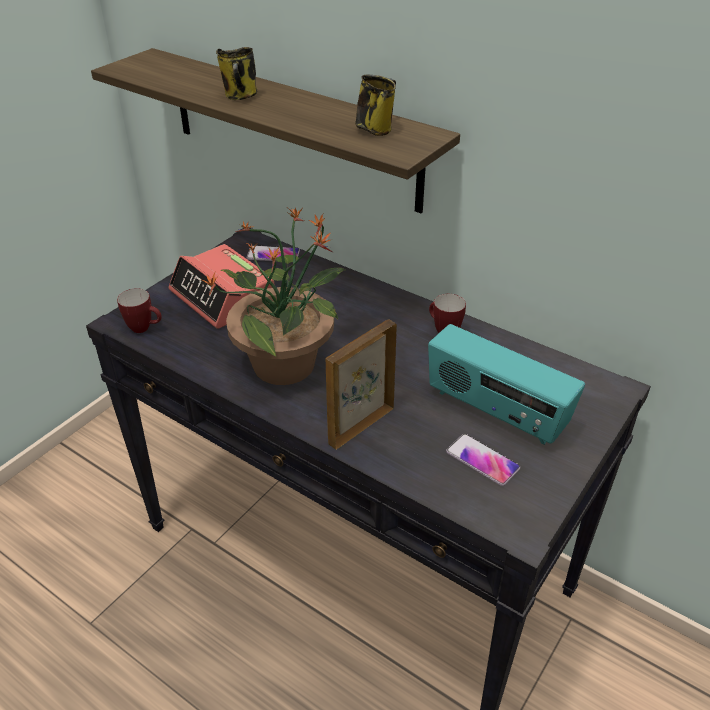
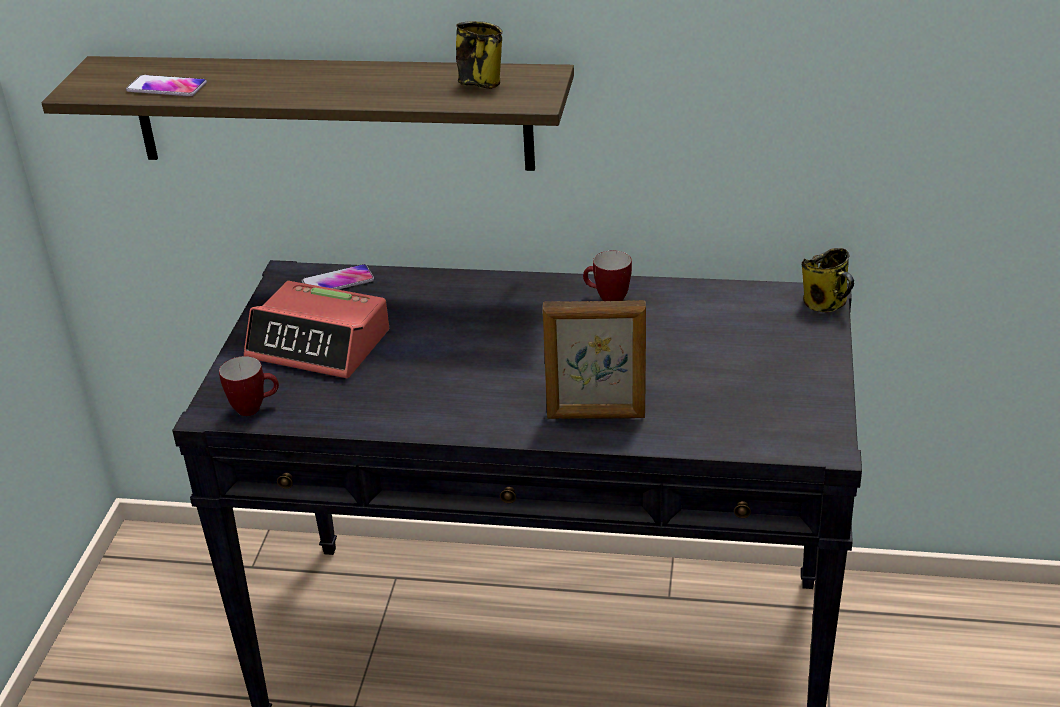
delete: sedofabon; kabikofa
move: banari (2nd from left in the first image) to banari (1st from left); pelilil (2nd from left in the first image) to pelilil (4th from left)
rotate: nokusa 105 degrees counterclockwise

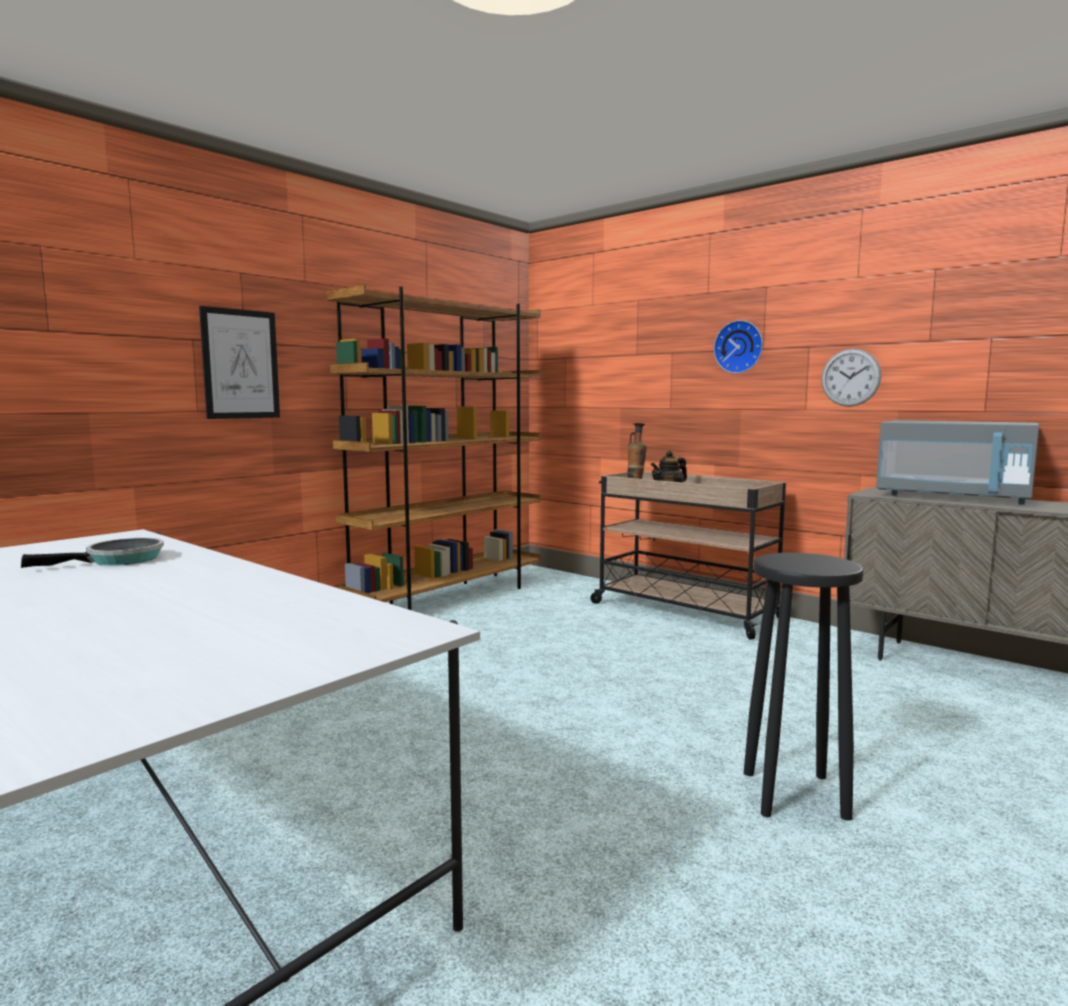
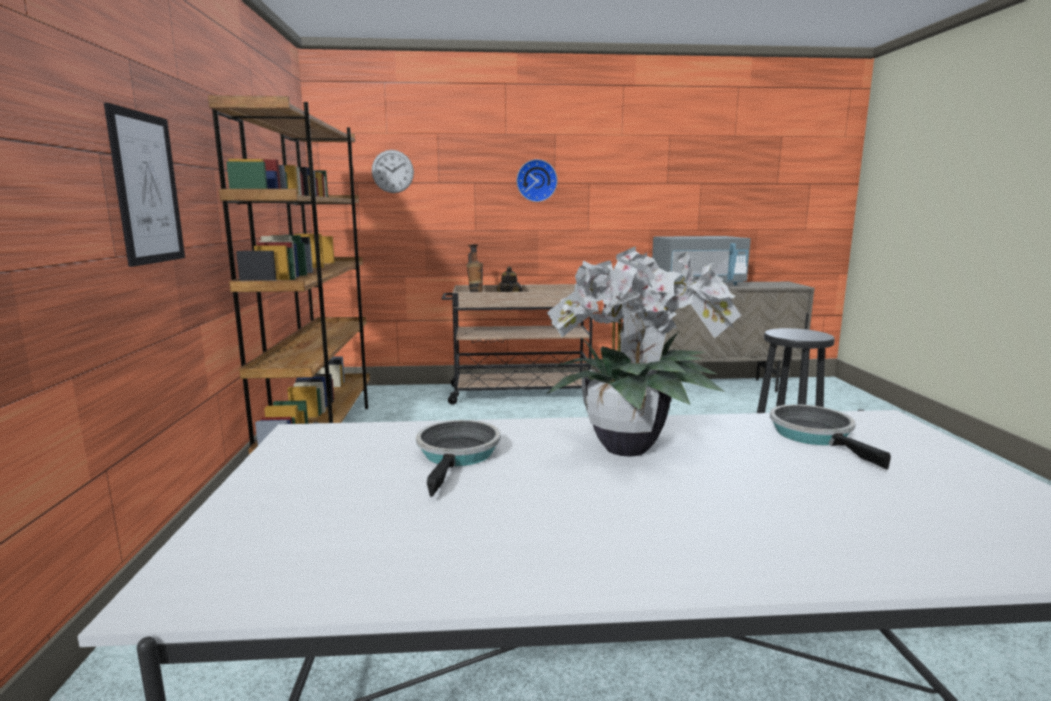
insert: sedofabon; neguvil (2nd from left)
move: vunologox (2nd from left in the first image) to vunologox (1st from left)

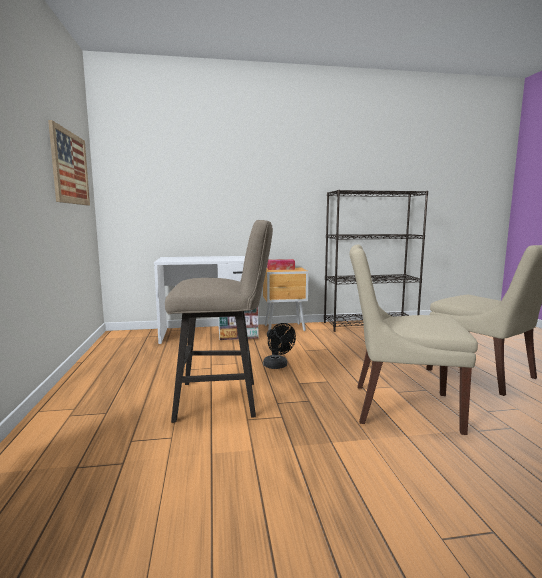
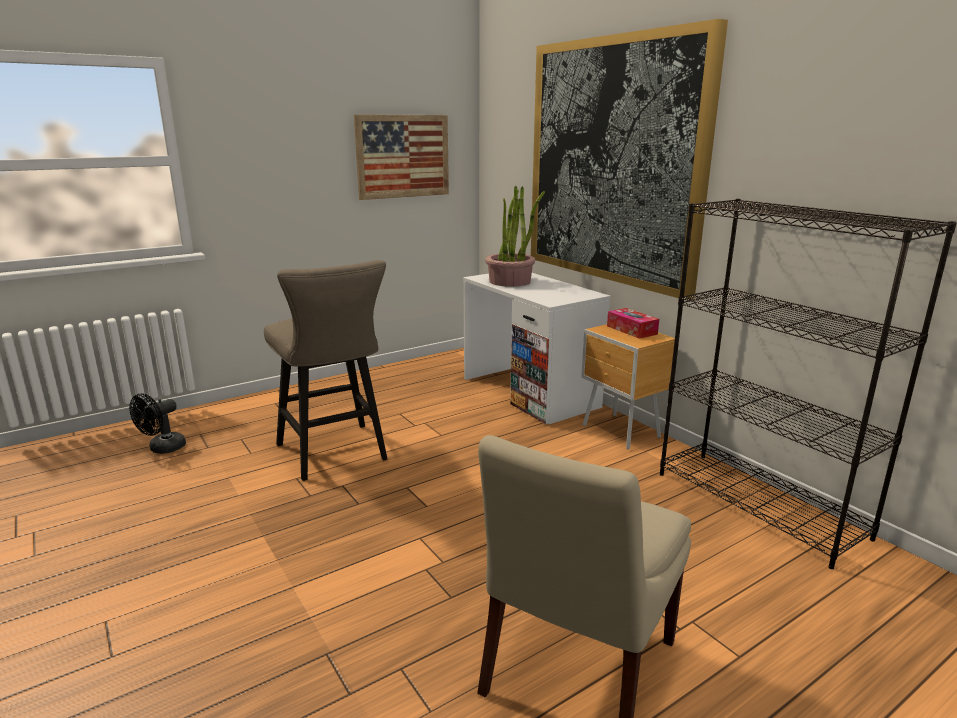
delete: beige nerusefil (1st from left)
insert: sedofabon; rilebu (2nd from left)
move: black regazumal

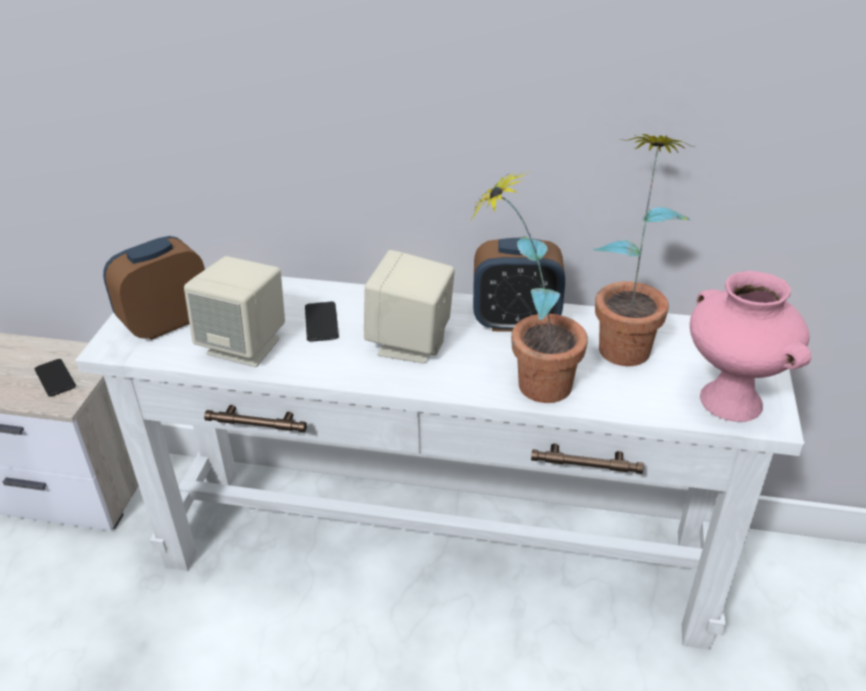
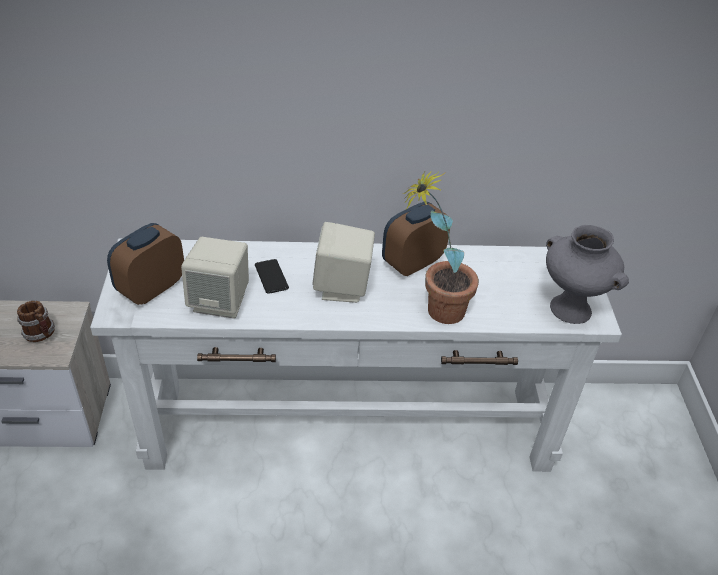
delete: sedofabon (2nd from left)
replace: banari (1st from left) to pelilil
recolor: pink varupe to grey varupe
rotate: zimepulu (2nd from left) 150 degrees clockwise

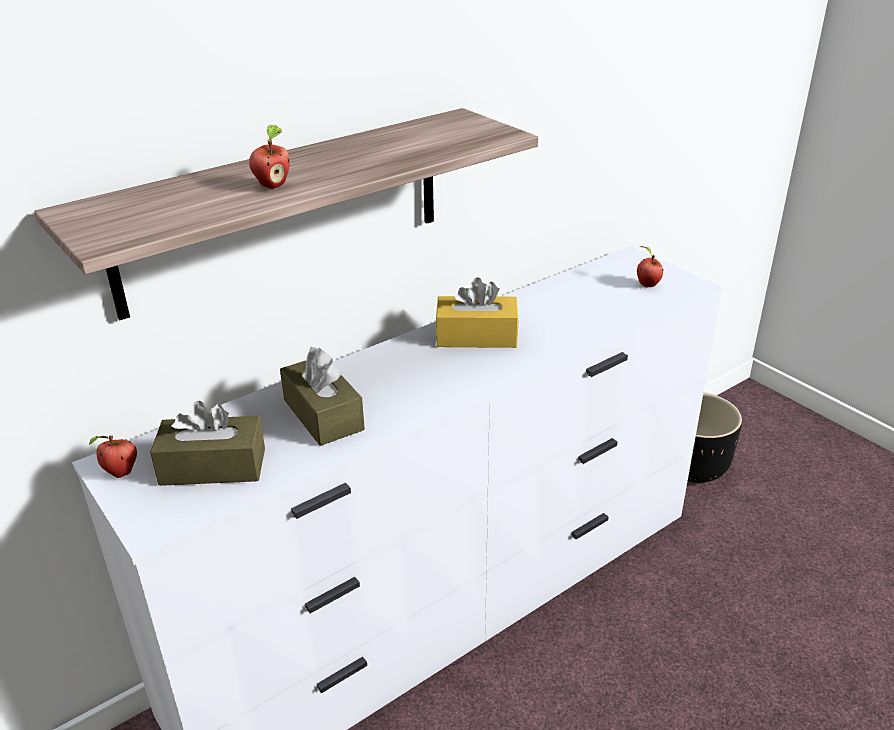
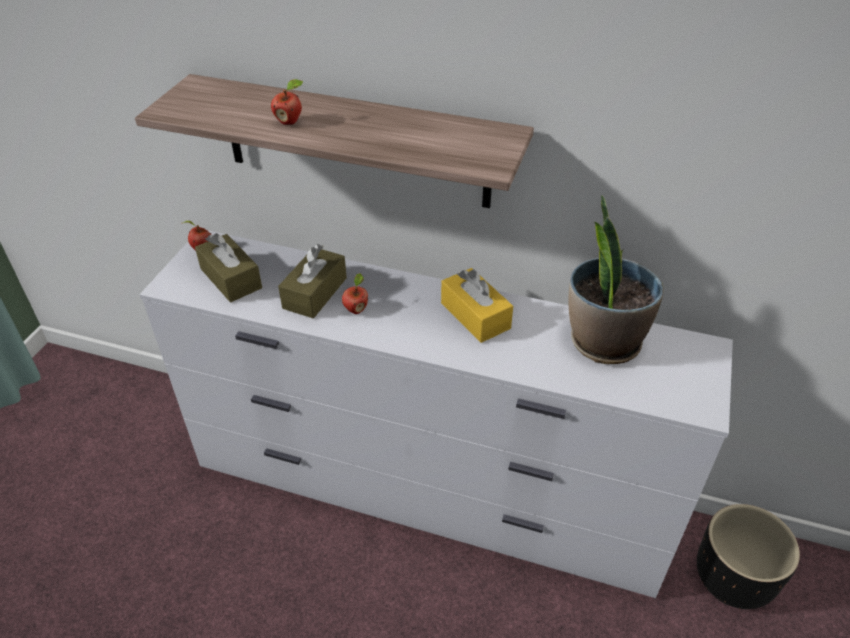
insert: sedofabon
move: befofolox (3rd from left)

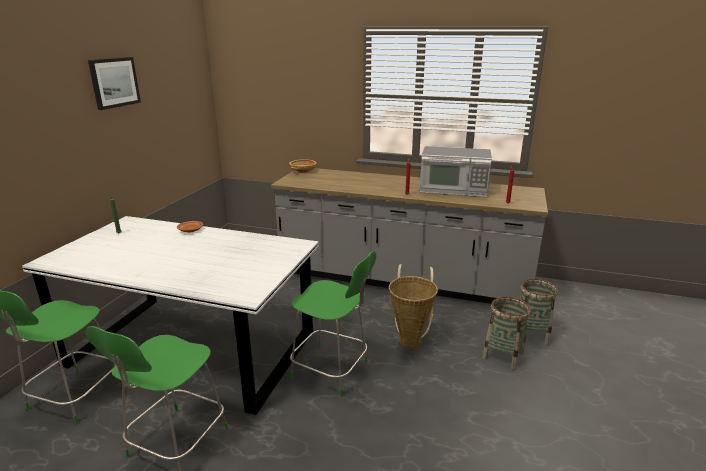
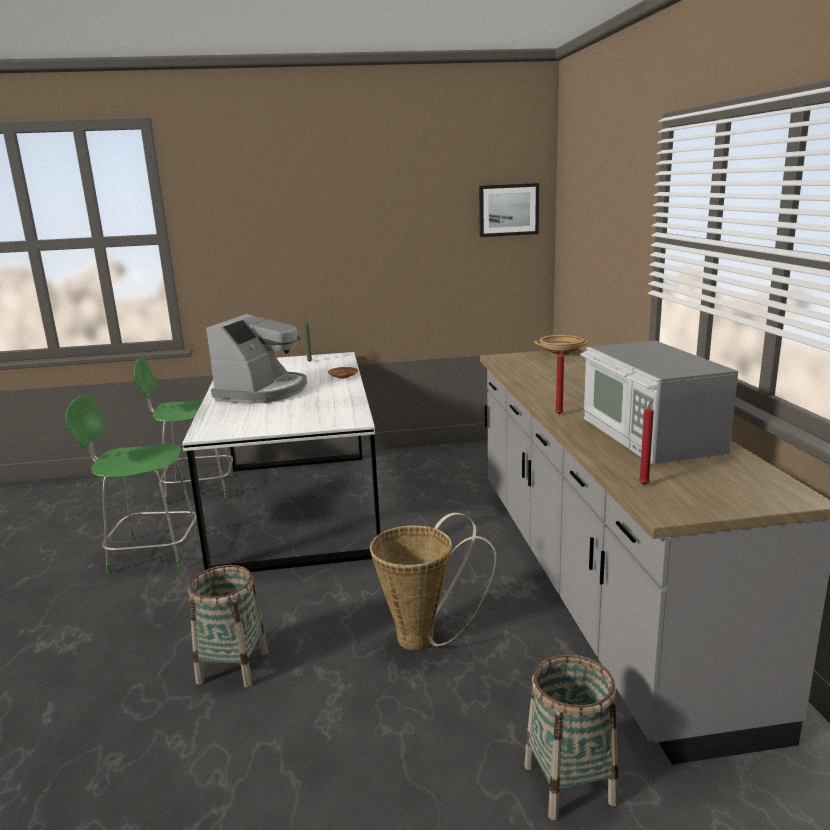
delete: green nerusefil (3rd from left)
insert: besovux
move: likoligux (2nd from left in the first image) to likoligux (1st from left); rilebu

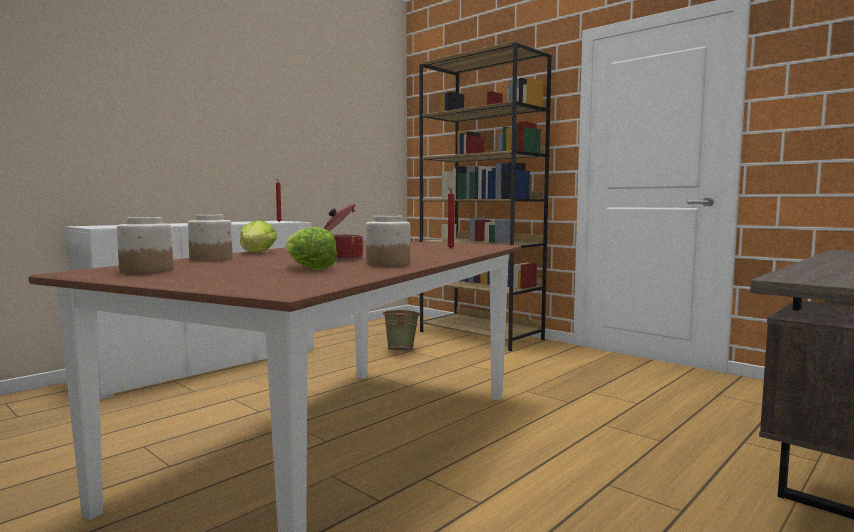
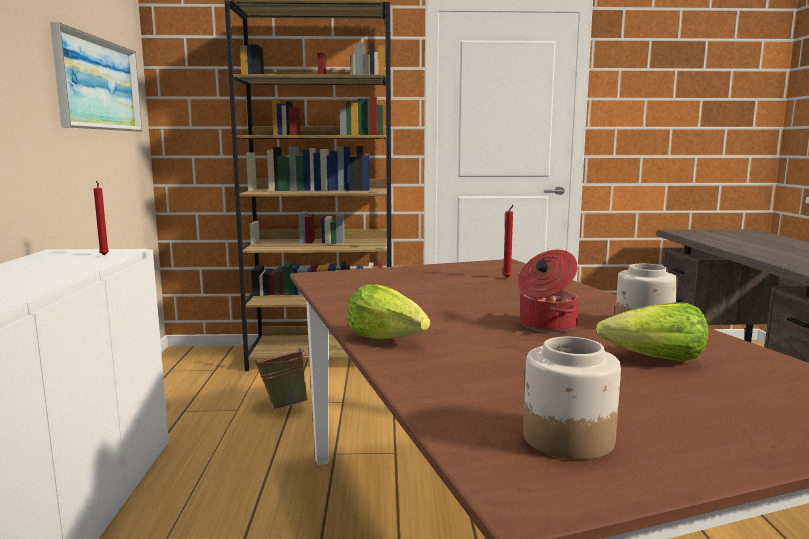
delete: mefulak (2nd from left)
insert: rilebu

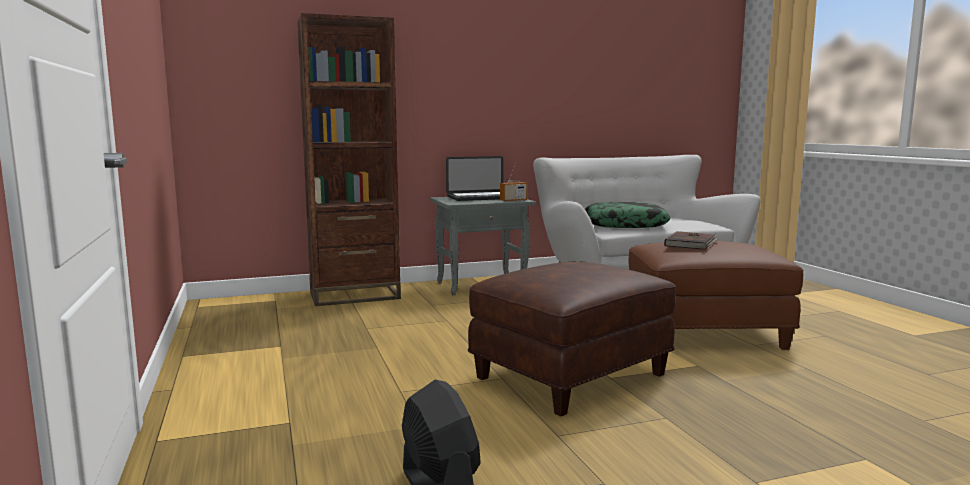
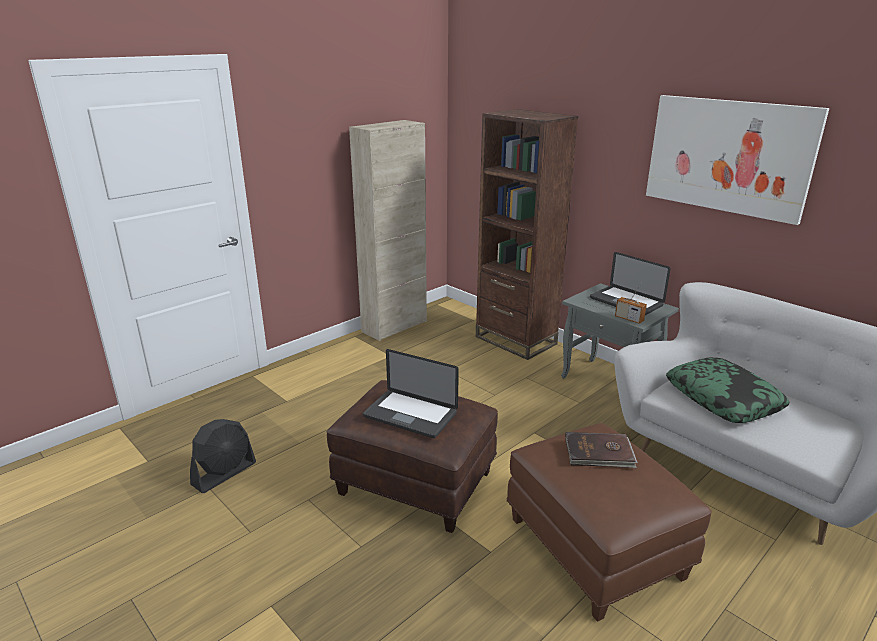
insert: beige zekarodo; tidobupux (1st from left); rilebu

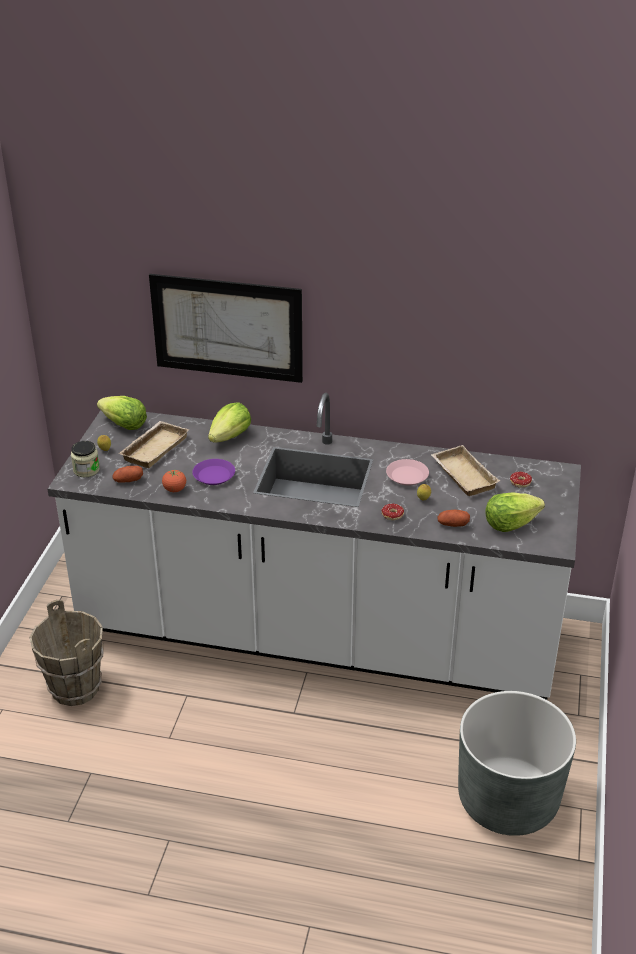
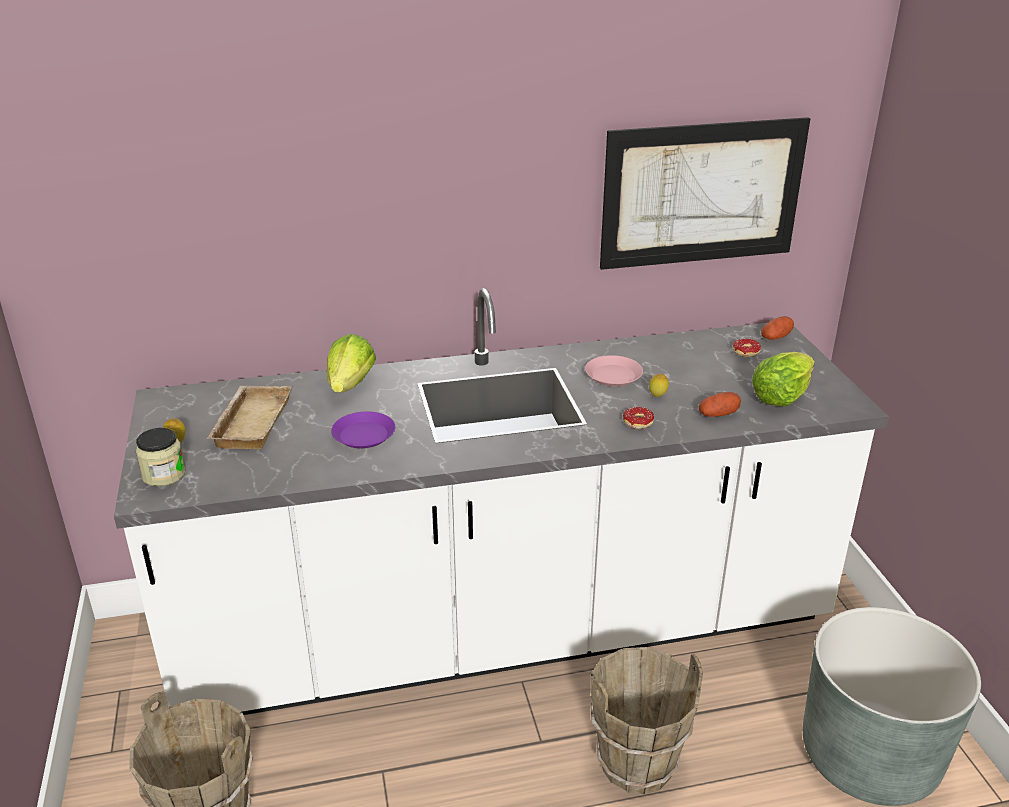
delete: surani (1st from left); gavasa; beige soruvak (2nd from left)
insert: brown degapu (2nd from left)
move: rilebu; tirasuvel (1st from left in the first image) to tirasuvel (2nd from left)

